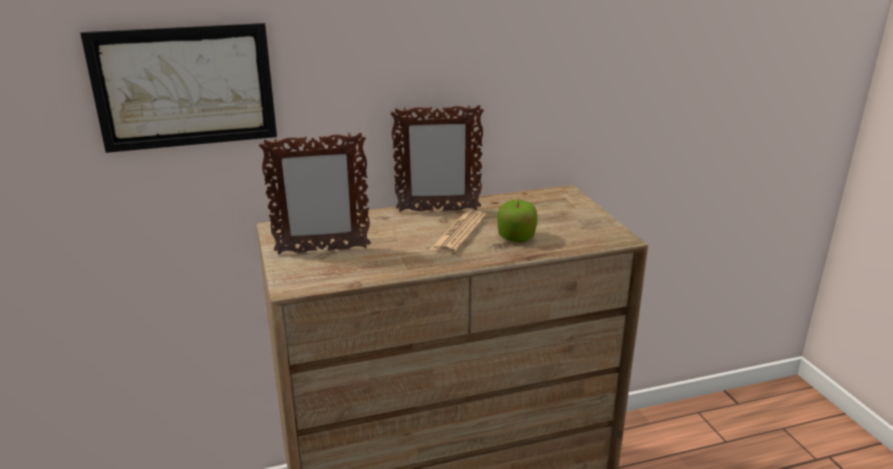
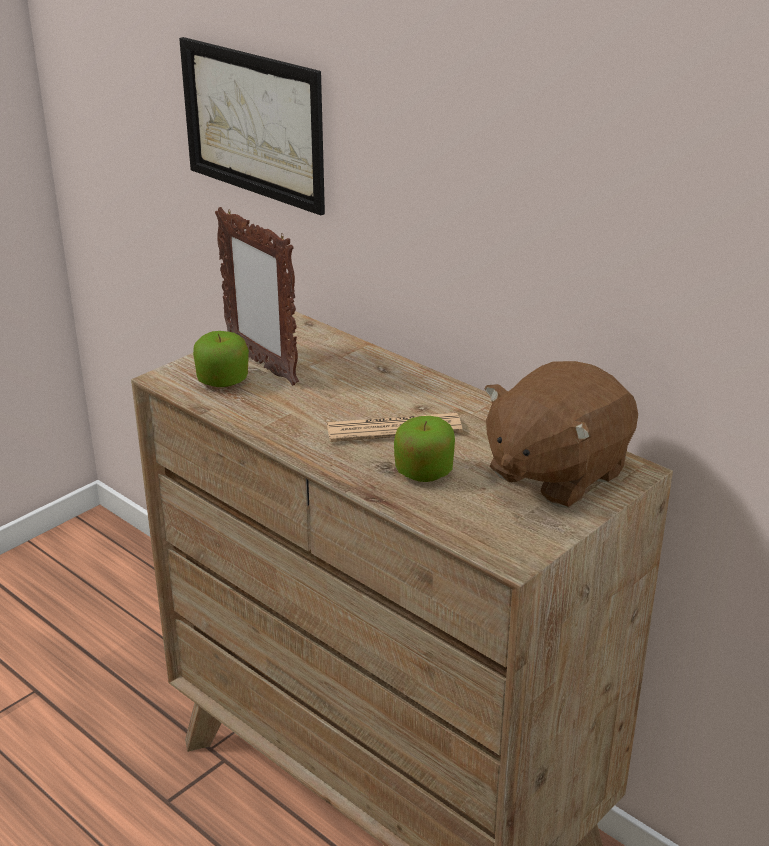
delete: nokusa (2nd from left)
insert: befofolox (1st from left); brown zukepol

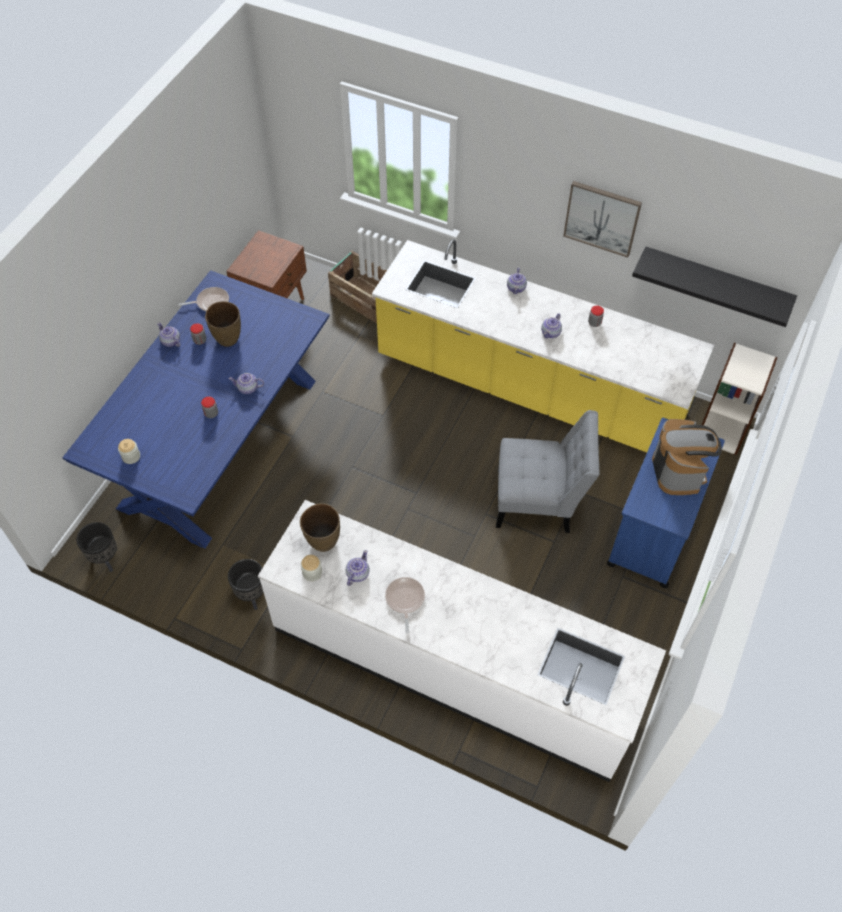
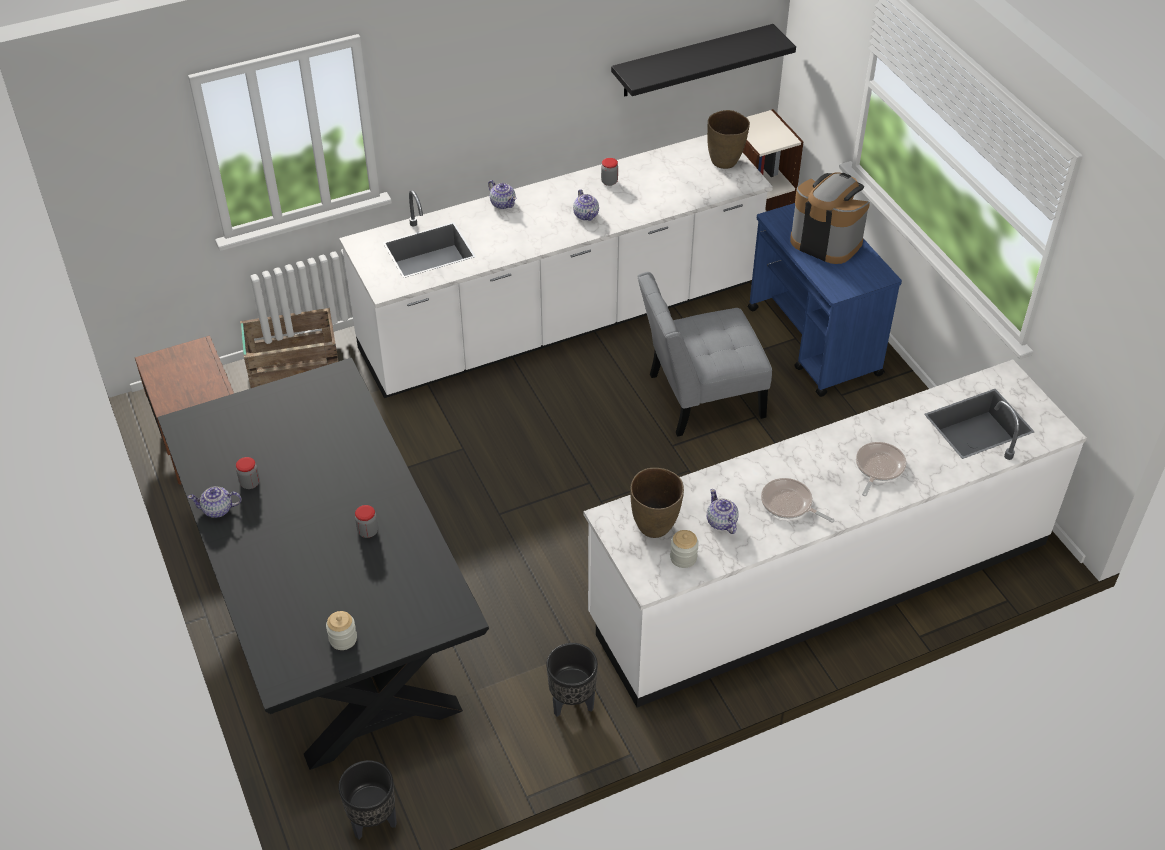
delete: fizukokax (2nd from left); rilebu
move: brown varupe (1st from left in the first image) to brown varupe (2nd from left); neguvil (1st from left in the first image) to neguvil (2nd from left)
recolor: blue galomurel to black galomurel; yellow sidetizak to white sidetizak (1st from left)
rotate: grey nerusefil 150 degrees counterclockwise

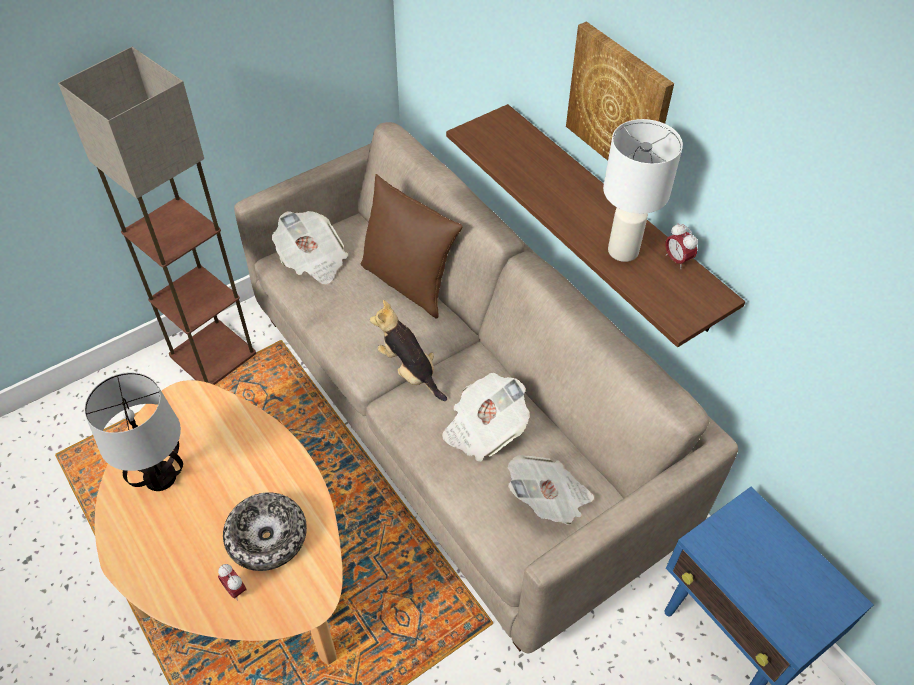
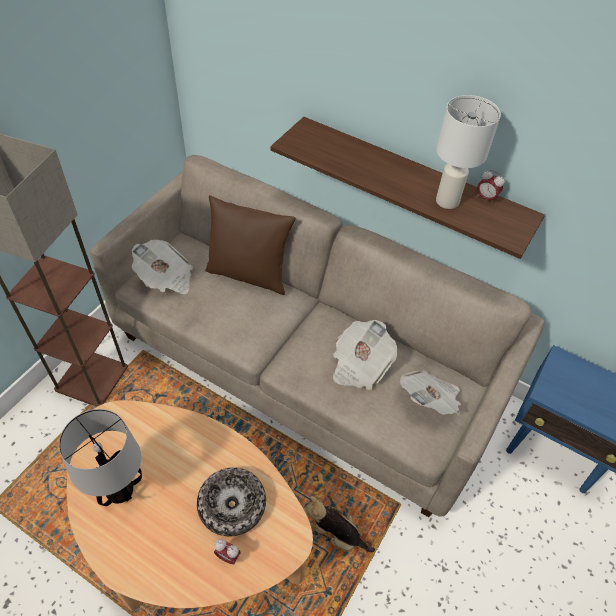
delete: rilebu
move: zukepol

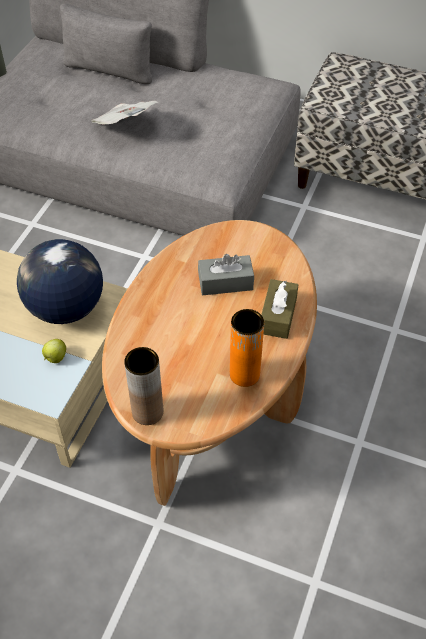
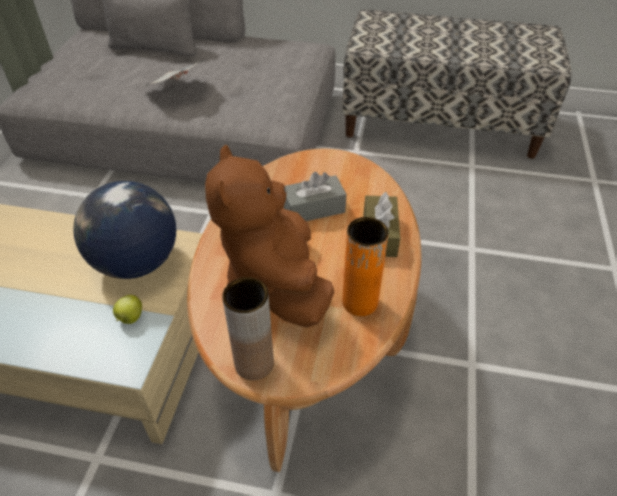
insert: brown zukepol

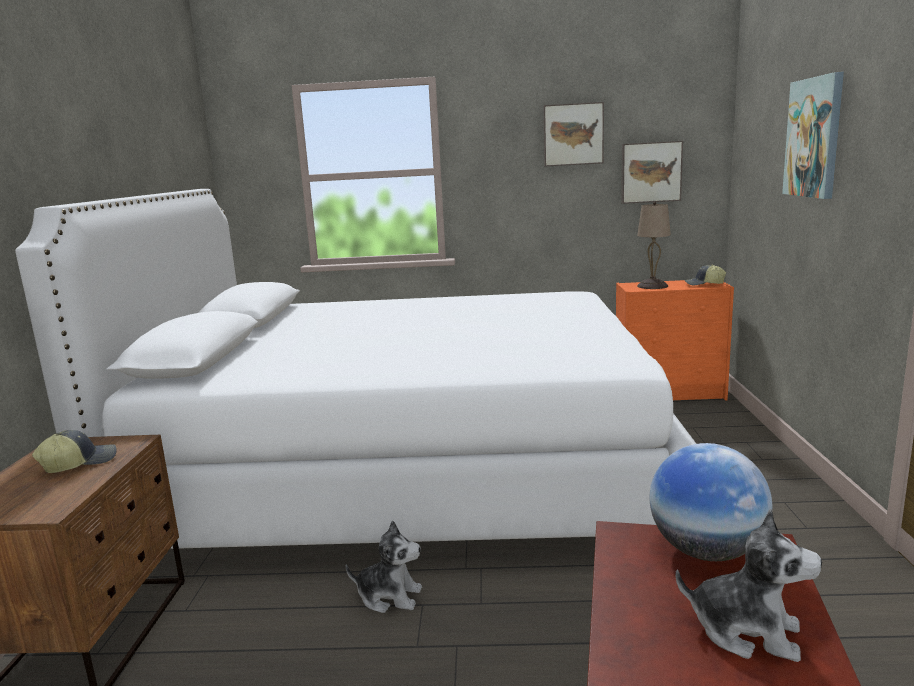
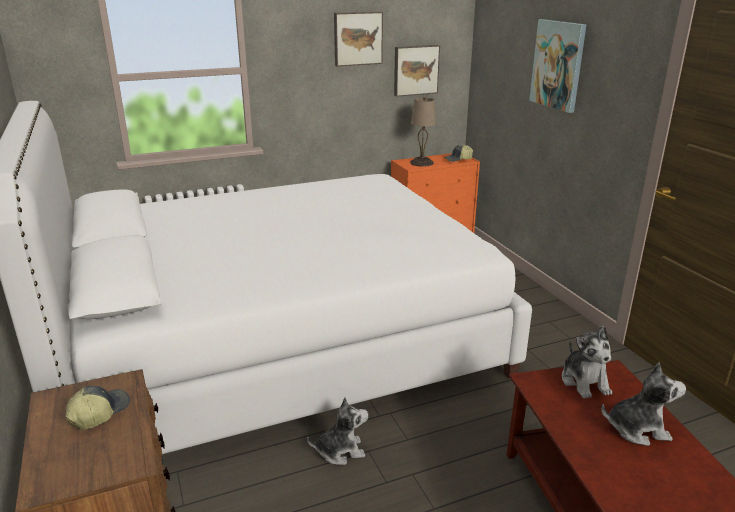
replace: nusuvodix to zukepol (2nd from left)

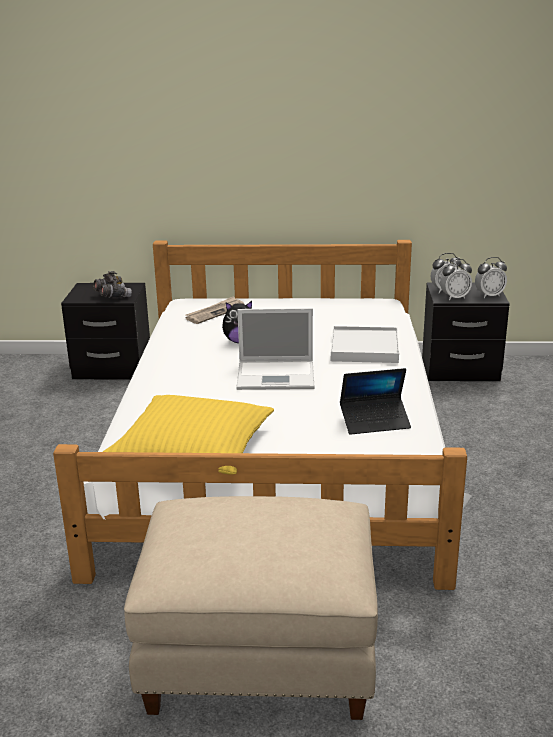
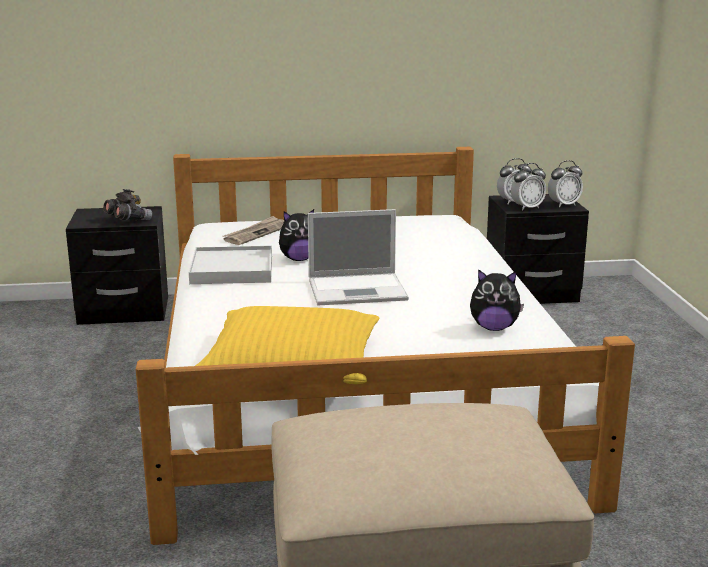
move: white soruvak
replace: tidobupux (2nd from left) to zukepol (2nd from left)

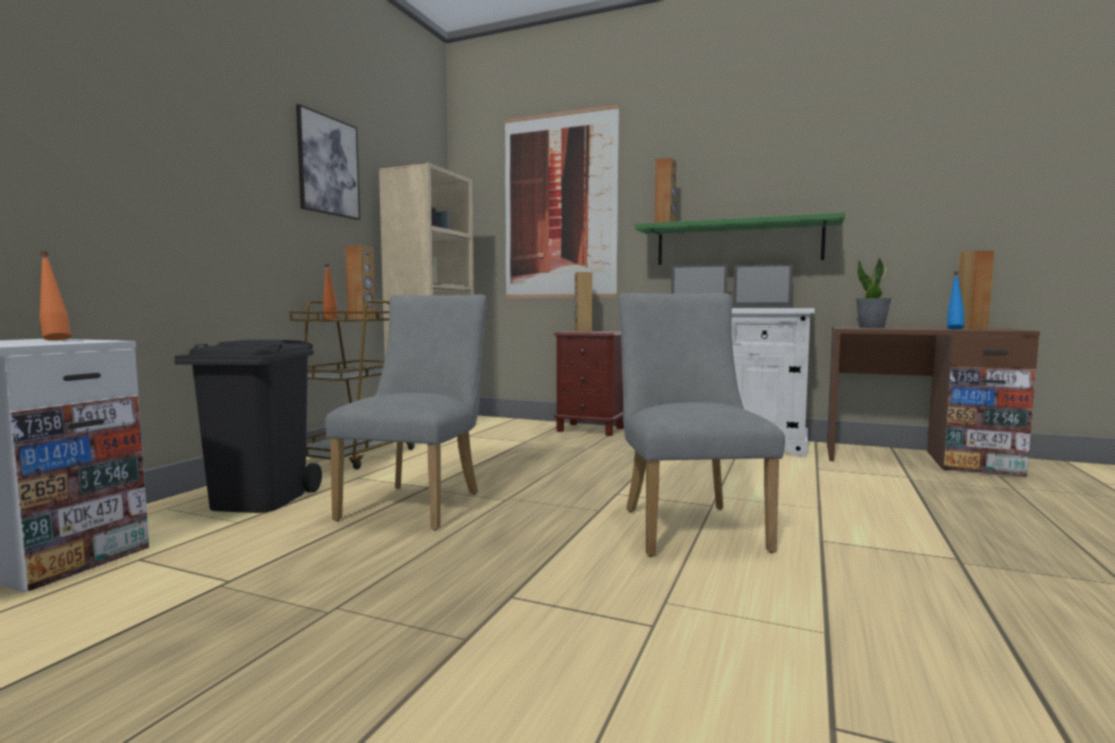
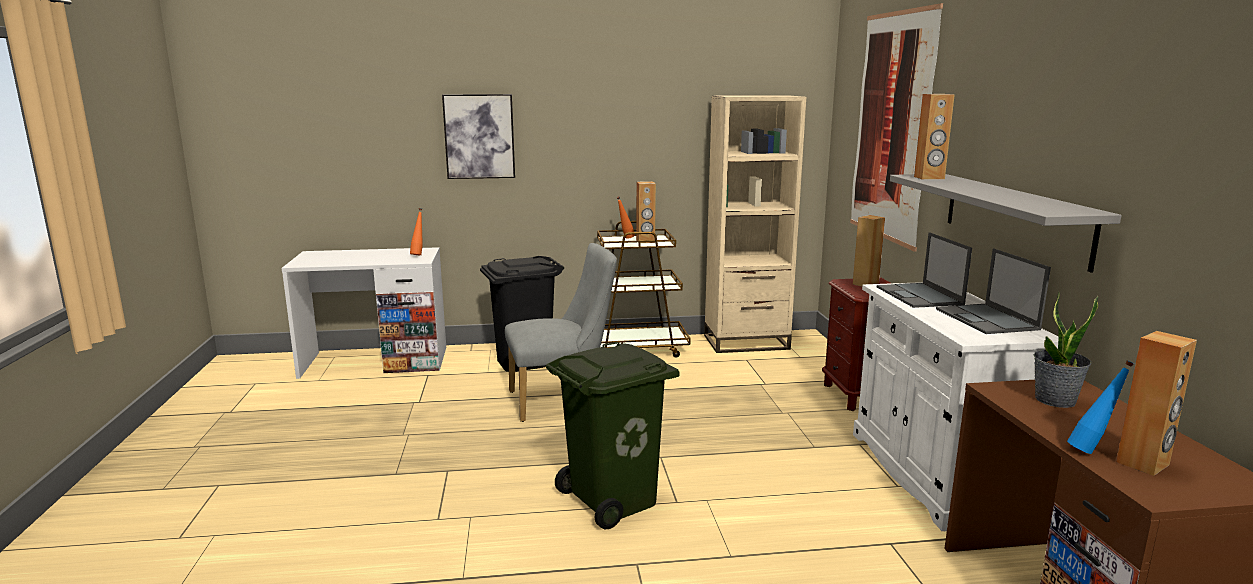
move: rilebu (1st from left)
replace: grey nerusefil (2nd from left) to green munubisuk
recolor: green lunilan to grey lunilan

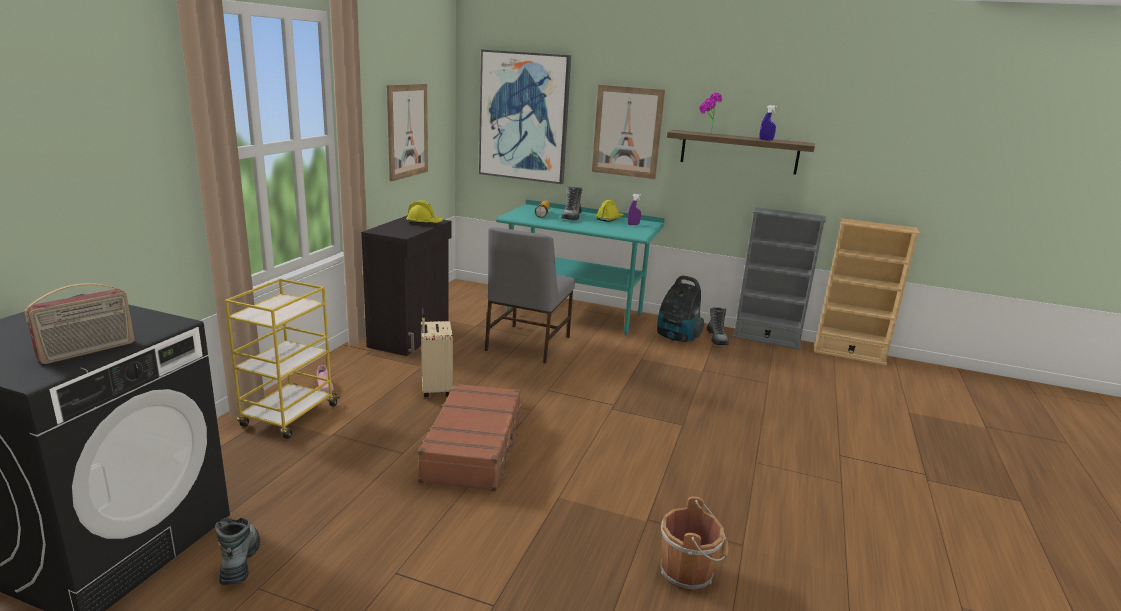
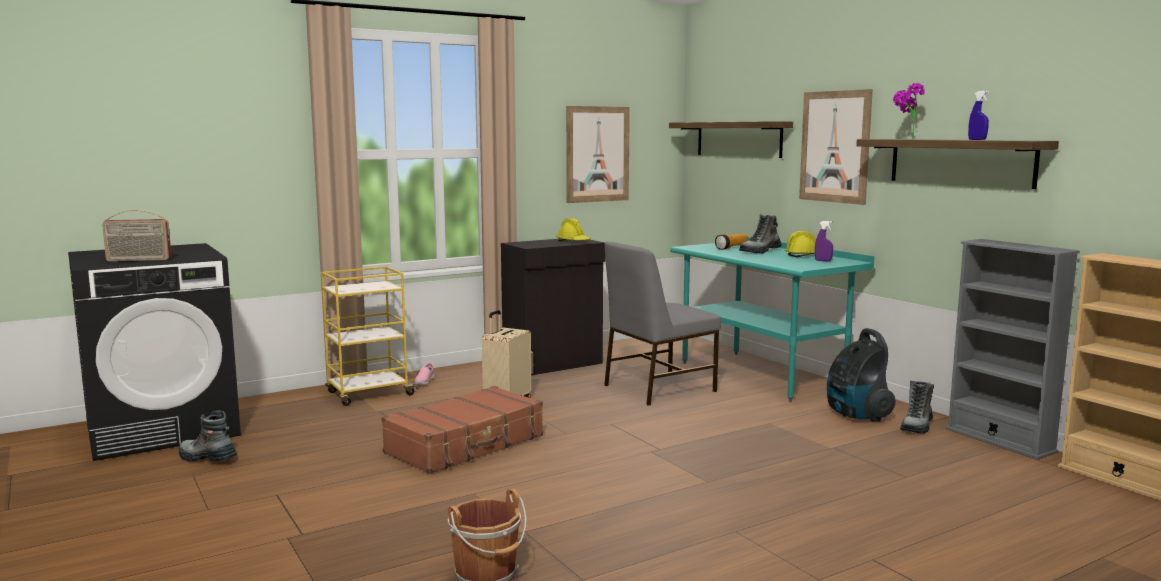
replace: rilebu (2nd from left) to lunilan (1st from left)
rotate: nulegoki (1st from left) 90 degrees counterclockwise

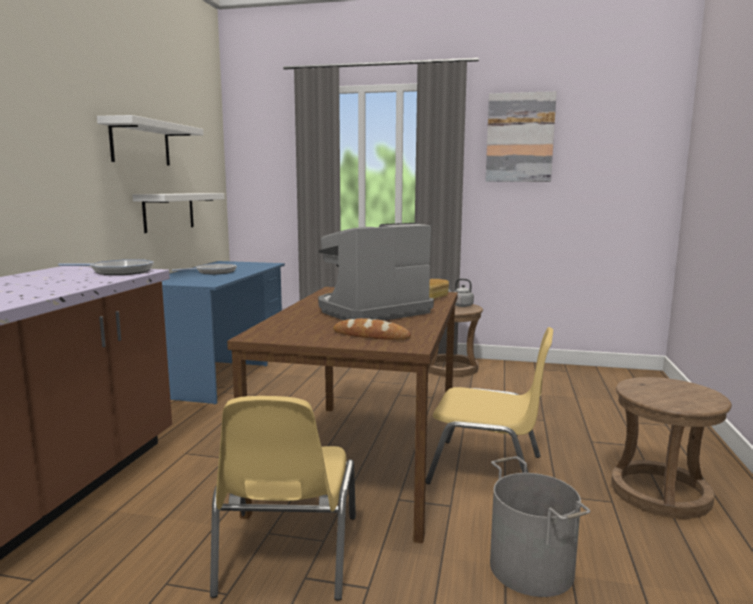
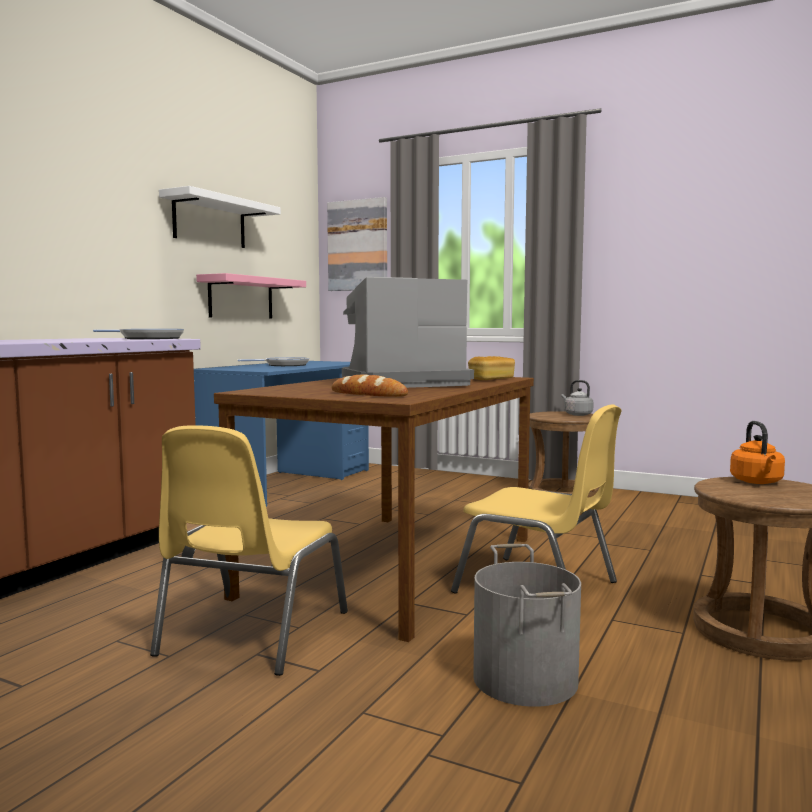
insert: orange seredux
move: rilebu
recolor: white lunilan (2nd from left) to pink lunilan

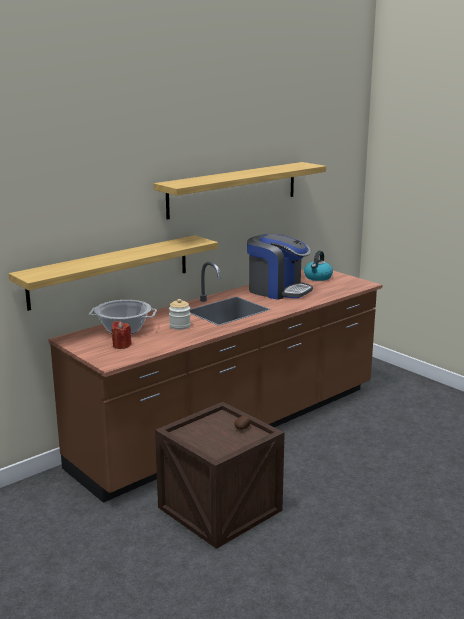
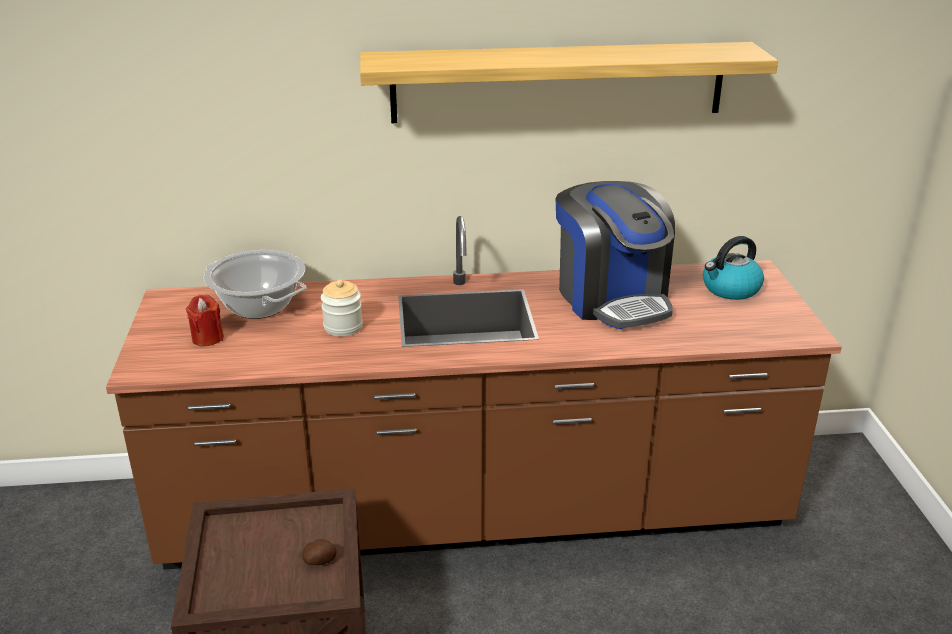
delete: lunilan (1st from left)

